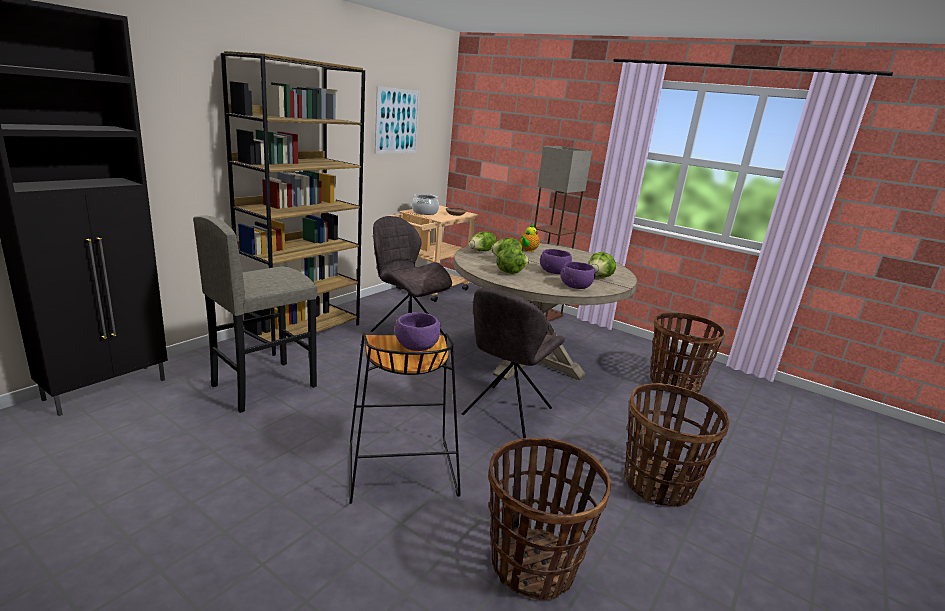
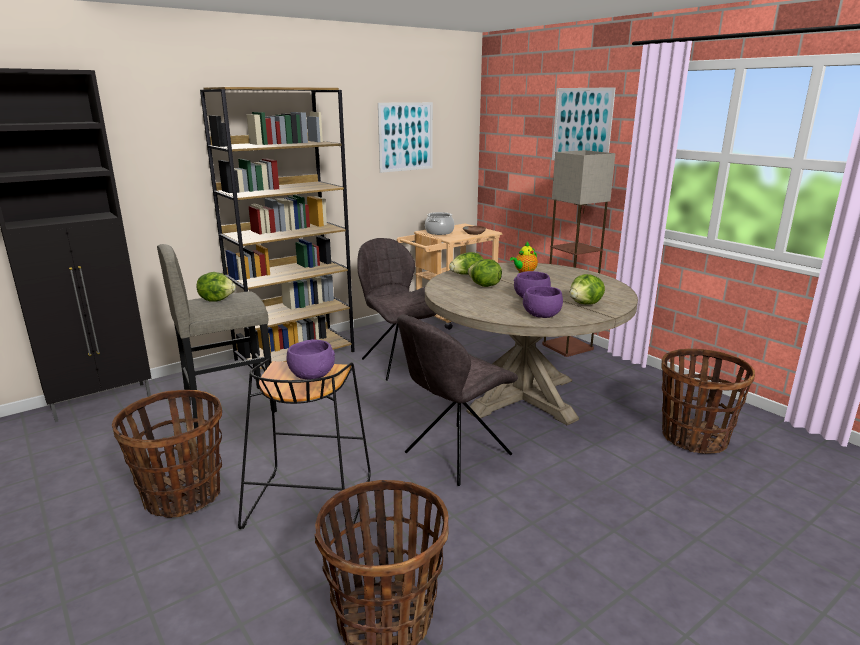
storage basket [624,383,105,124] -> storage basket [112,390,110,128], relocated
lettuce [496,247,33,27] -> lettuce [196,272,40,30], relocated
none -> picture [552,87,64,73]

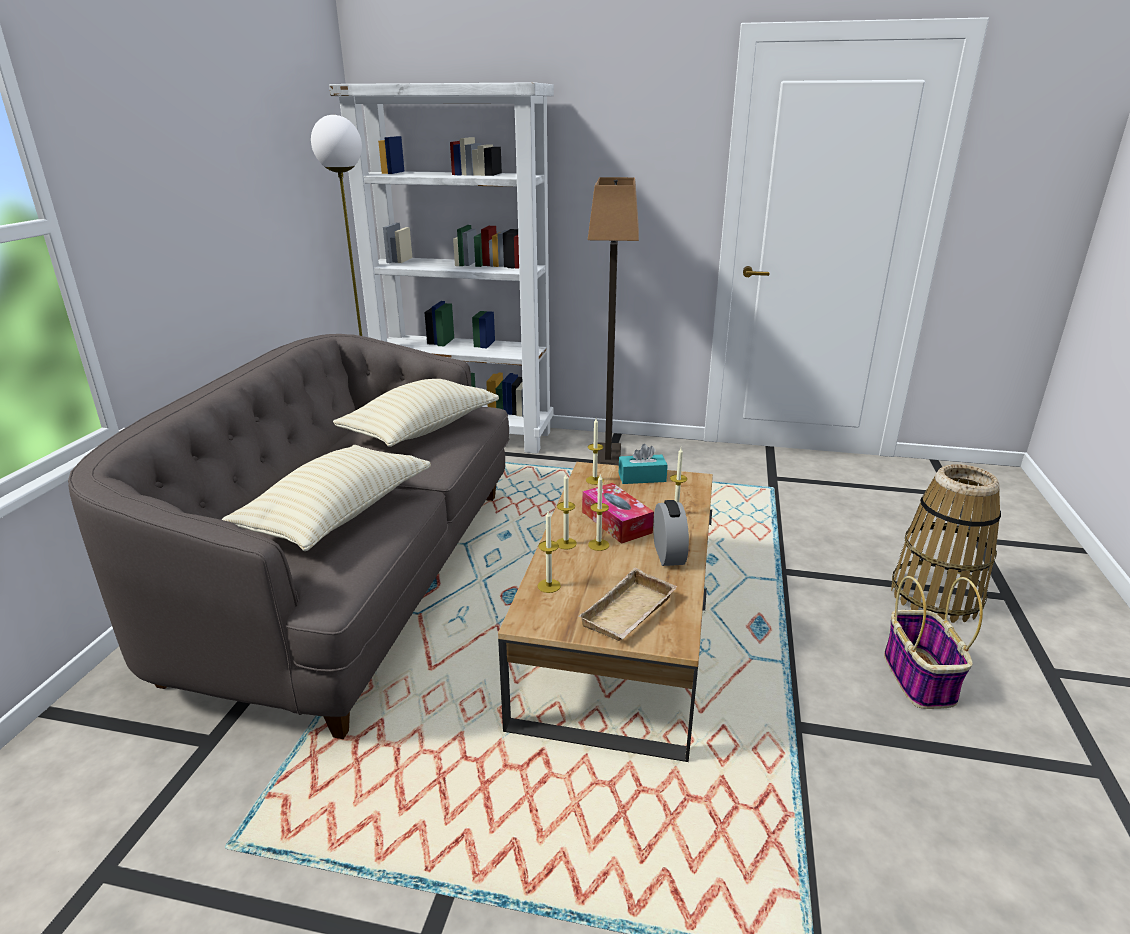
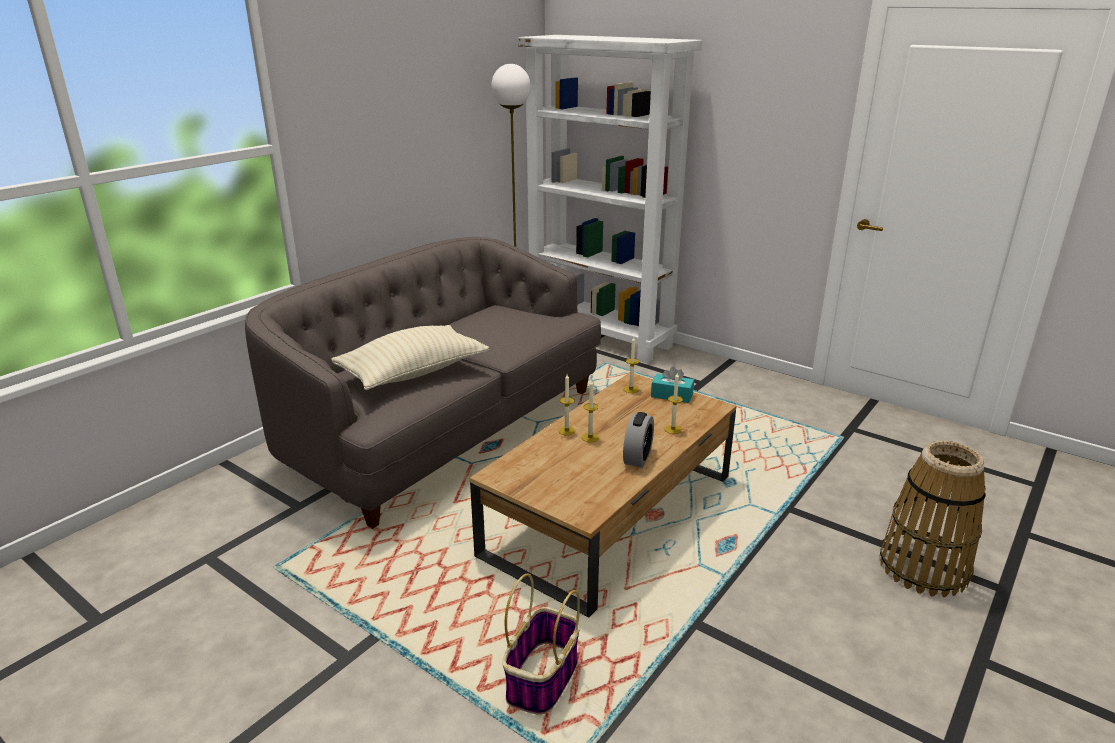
storage basket [884,576,99,133] -> storage basket [502,573,78,142], relocated
beige throw pillow [333,379,166,68] -> none
candle [538,511,23,82] -> none
beige serving tray [578,568,100,73] -> none
tissue holder [582,483,72,61] -> none
standard lamp [588,177,51,289] -> none

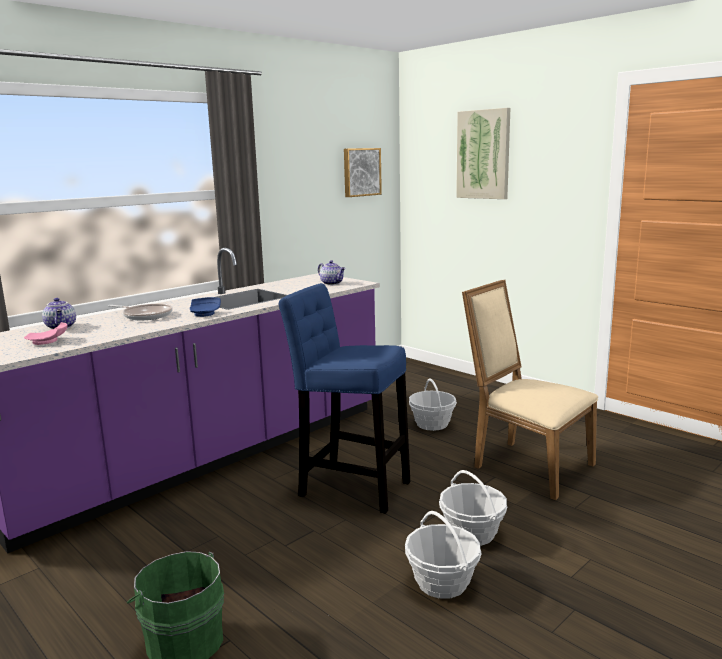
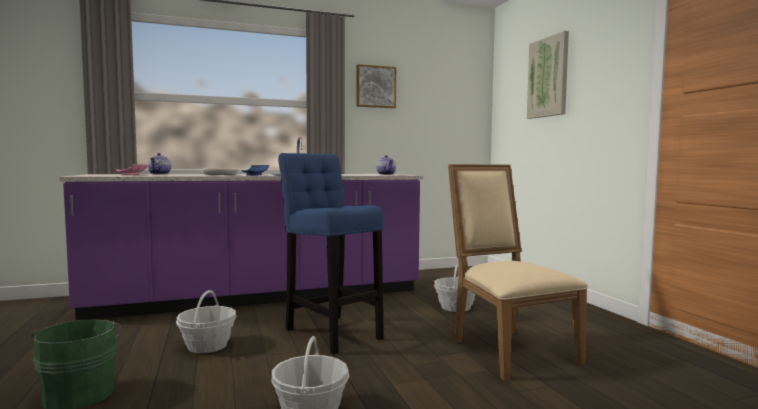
storage basket [439,470,68,76] -> storage basket [176,290,60,63], relocated
picture [344,148,38,49] -> picture [356,64,40,44], relocated

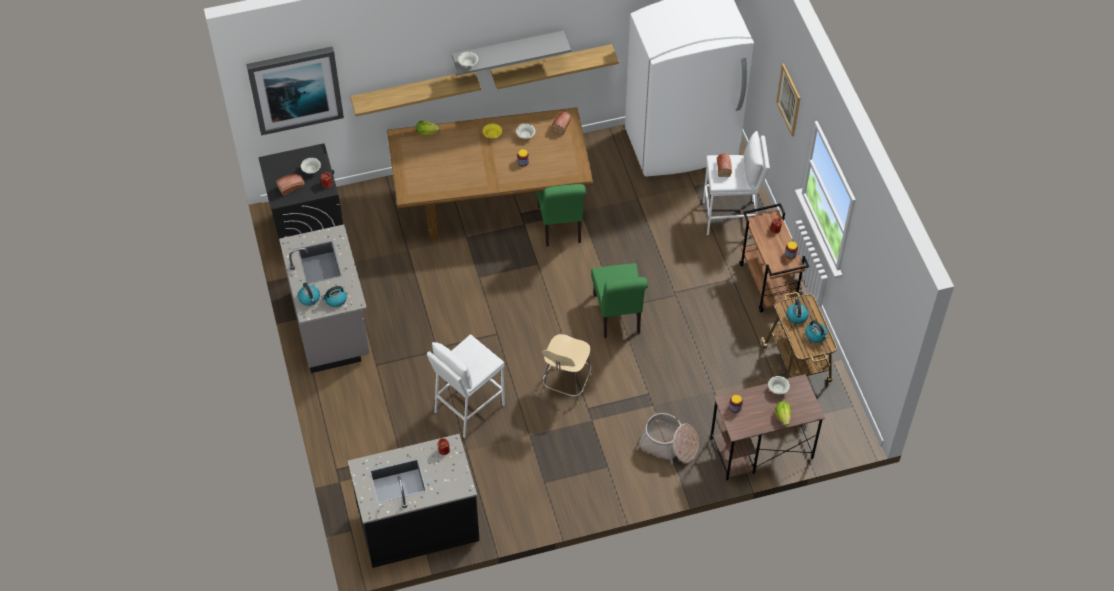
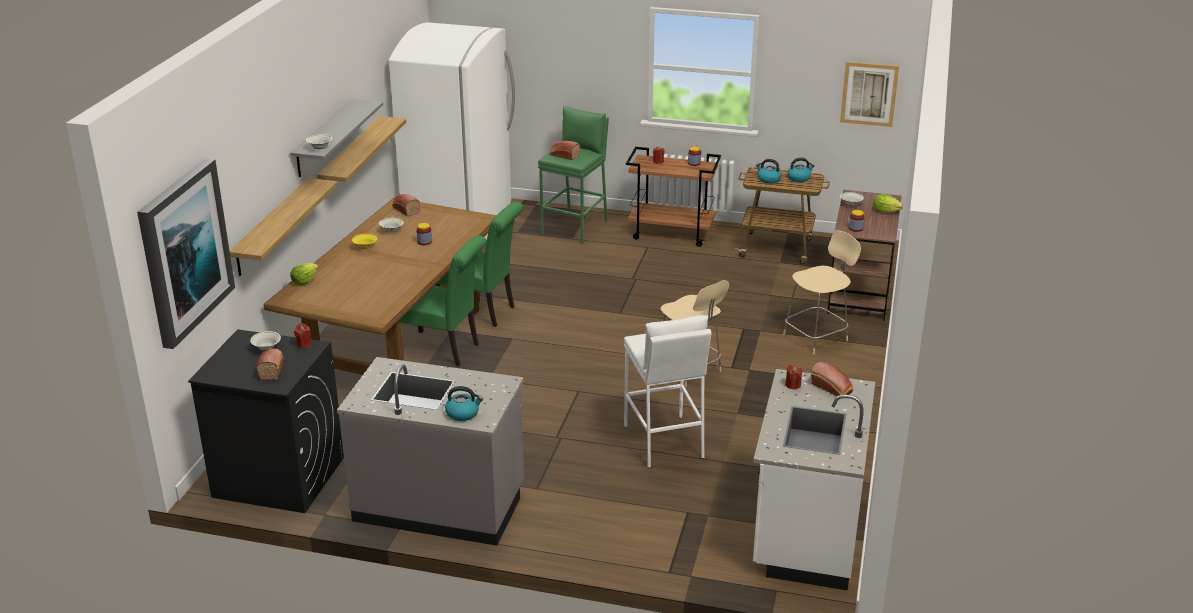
green-coloured upright chair [591,263,57,75] -> green-coloured upright chair [401,235,86,131], relocated
white-coloured stool [703,131,67,104] -> green-coloured stool [538,105,71,139]
black-coloured kitchen base unit [348,434,131,134] -> white-coloured kitchen base unit [753,369,122,222]
storage basket [636,413,63,52] -> beige upright chair [783,230,78,124]
none -> bakery bread [811,362,42,34]
picture [776,64,24,73] -> picture [840,62,59,65], relocated
tea kettle [321,286,26,21] -> none

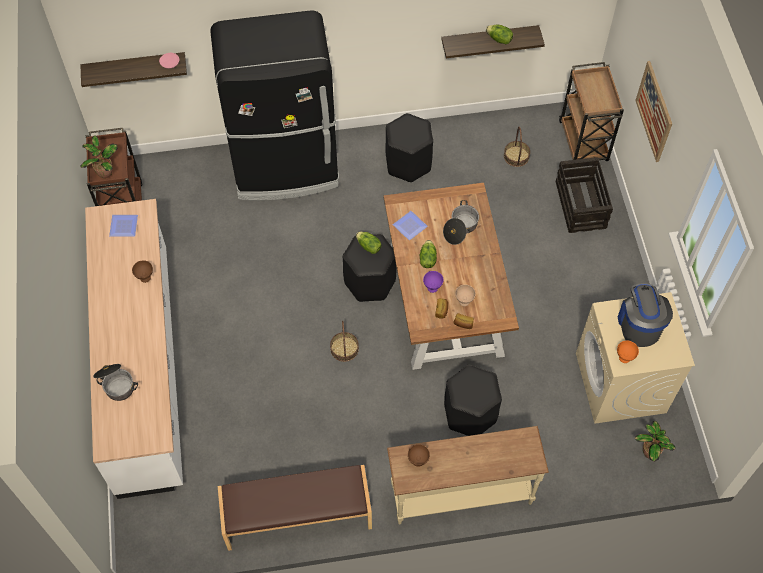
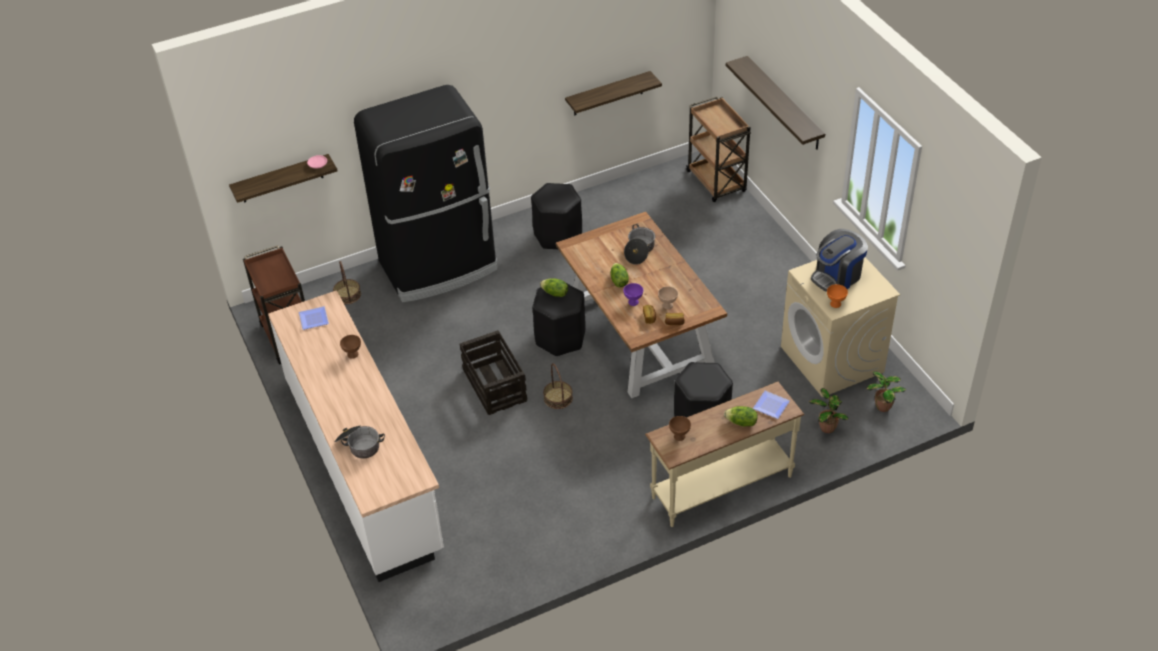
storage basket [504,127,26,40] -> storage basket [333,261,28,43], relocated
shipping crate [556,157,57,76] -> shipping crate [460,330,67,85], relocated
lettuce [486,25,27,19] -> lettuce [724,406,33,20], relocated
picture [635,61,37,101] -> bracket shelf [726,56,99,94]
plate [393,211,35,29] -> plate [753,391,37,28], relocated
houseplant [81,135,37,43] -> houseplant [809,388,40,45], relocated
coffee maker [618,283,55,64] -> coffee maker [811,229,57,63], 105 degrees counterclockwise
brown-coloured long seat [218,465,154,86] -> none

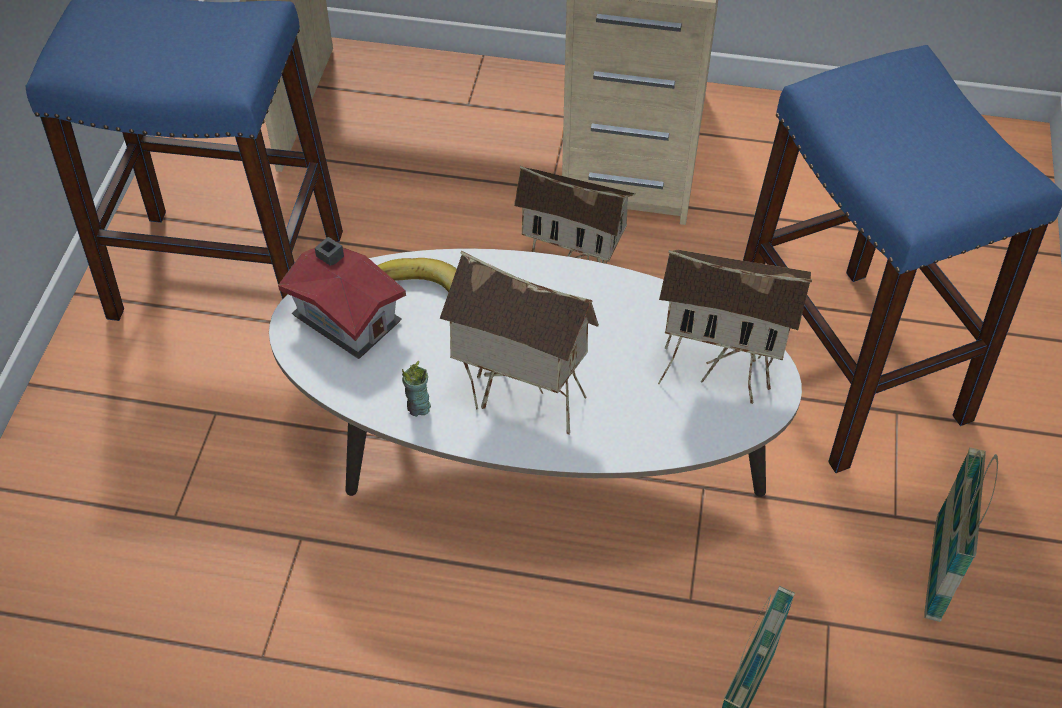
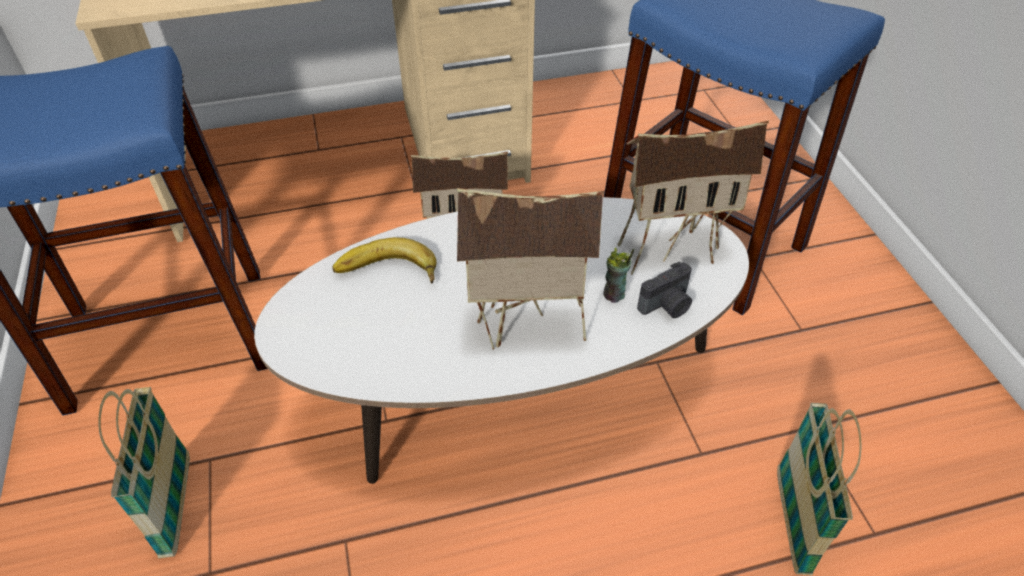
storage basket [924,447,74,175] -> storage basket [98,387,91,172], relocated
drinking cup [402,361,29,56] -> drinking cup [603,247,31,56], relocated
none -> still camera [637,262,55,56]
toy house [278,237,128,122] -> none

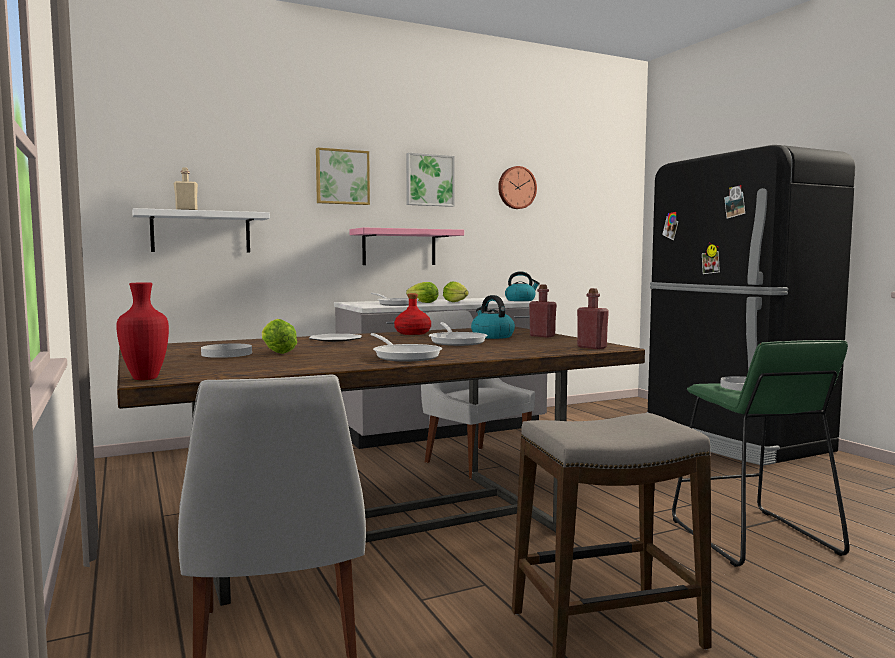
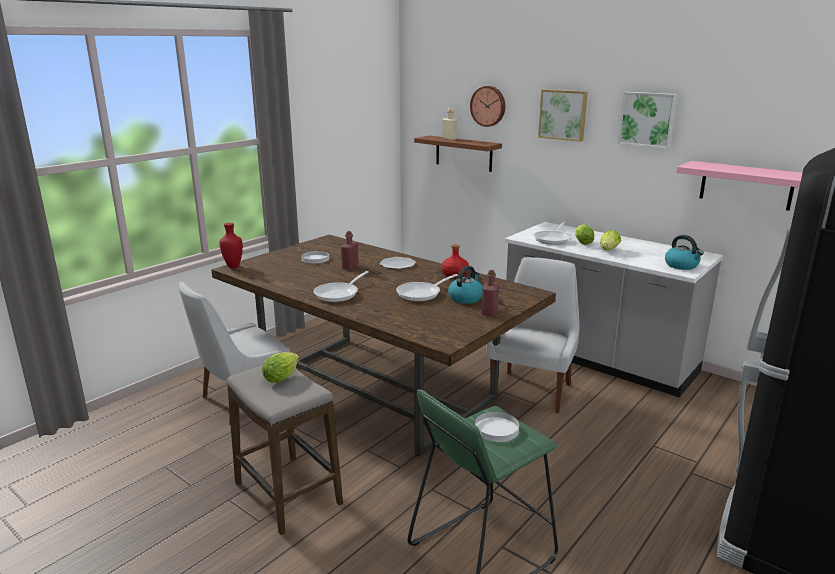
lettuce [262,319,35,35] -> lettuce [262,352,37,31], relocated
reddish bottle [577,288,32,61] -> reddish bottle [341,231,18,39], relocated
white-coloured bracket shelf [132,208,138,44] -> brown-coloured bracket shelf [414,136,88,36]
wall clock [498,166,39,43] -> wall clock [470,86,35,41], relocated
pink-coloured bracket shelf [349,227,115,38] -> pink-coloured bracket shelf [676,161,126,50], relocated

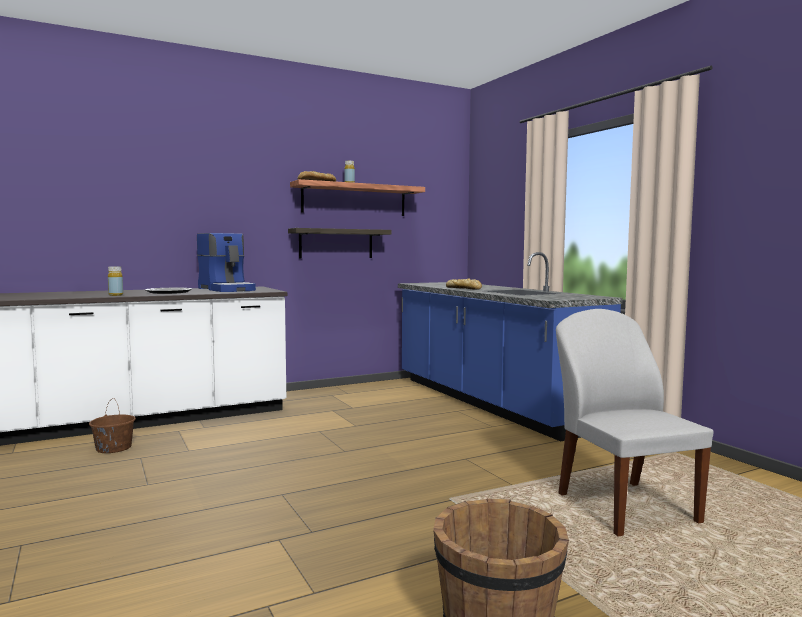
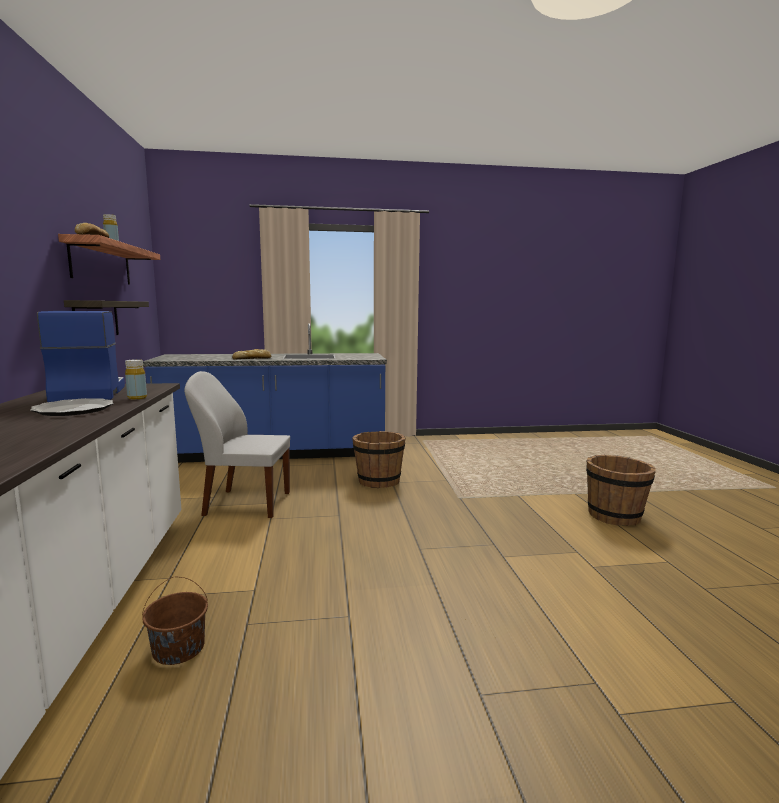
coffee maker [197,233,59,59] -> coffee maker [37,311,88,91], 90 degrees counterclockwise
yellow-coloured bottle [108,266,15,30] -> yellow-coloured bottle [125,359,22,40], relocated
white-coloured upright chair [556,309,158,227] -> white-coloured upright chair [184,371,106,147], relocated
none -> brown-coloured bucket [352,431,54,57]

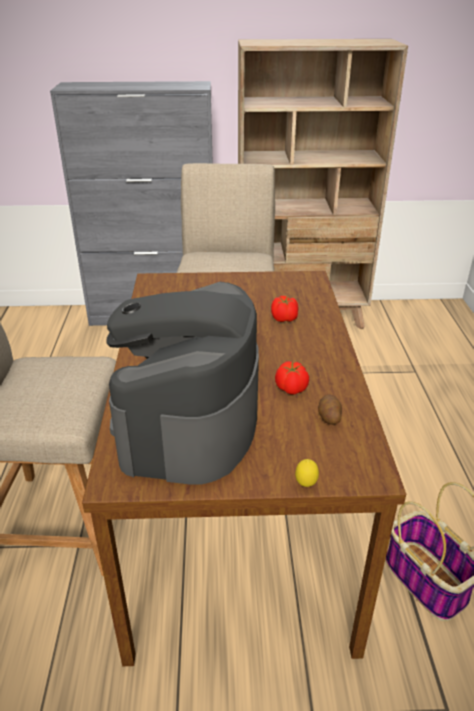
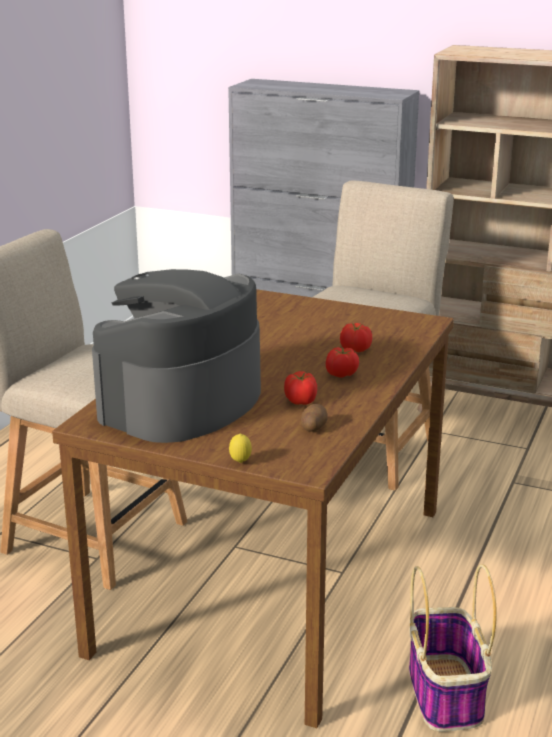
none -> tomato [326,347,33,31]

